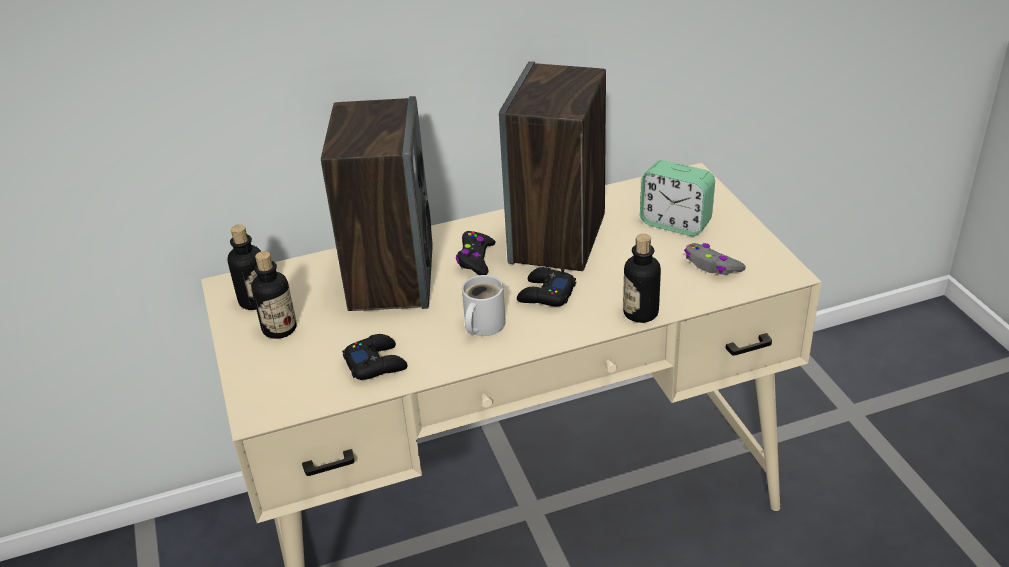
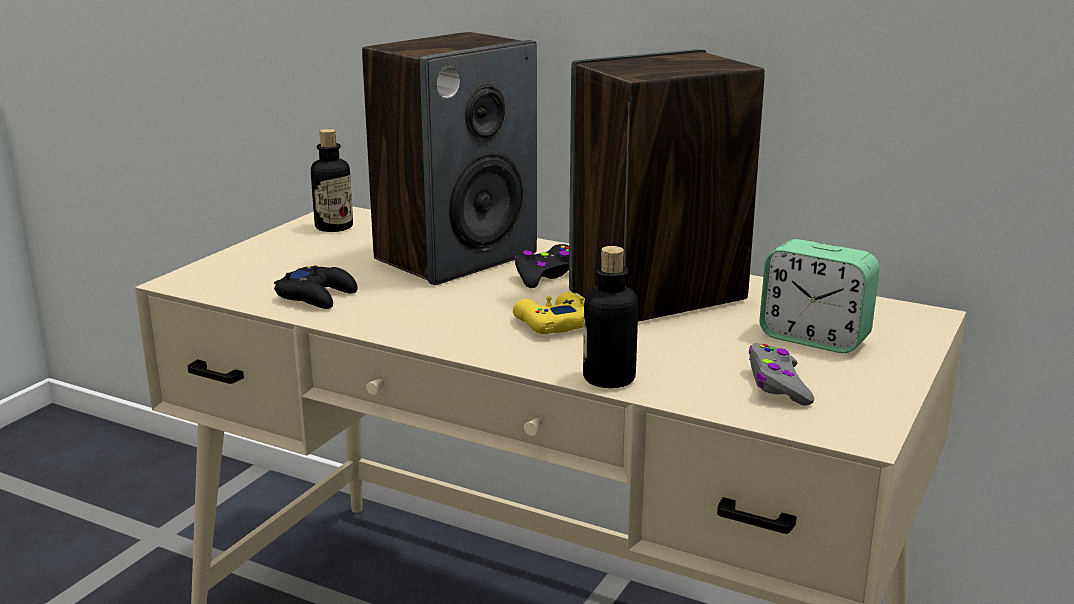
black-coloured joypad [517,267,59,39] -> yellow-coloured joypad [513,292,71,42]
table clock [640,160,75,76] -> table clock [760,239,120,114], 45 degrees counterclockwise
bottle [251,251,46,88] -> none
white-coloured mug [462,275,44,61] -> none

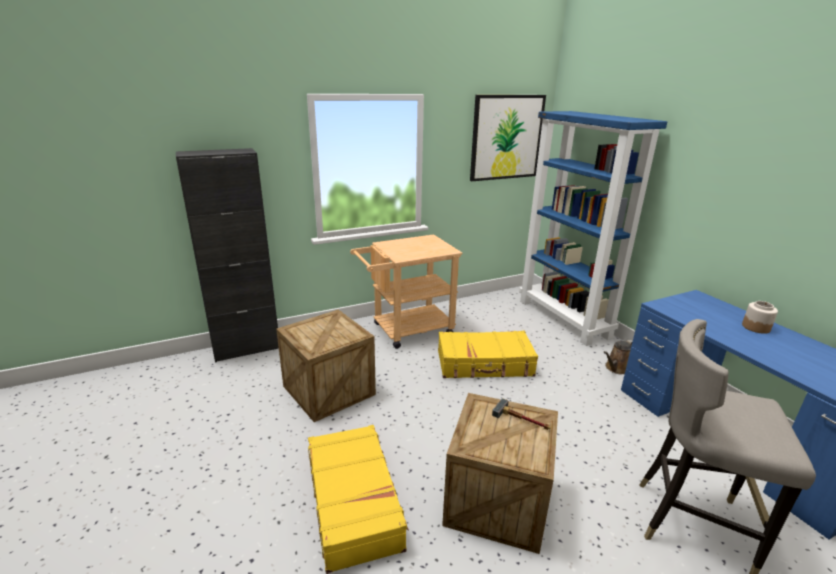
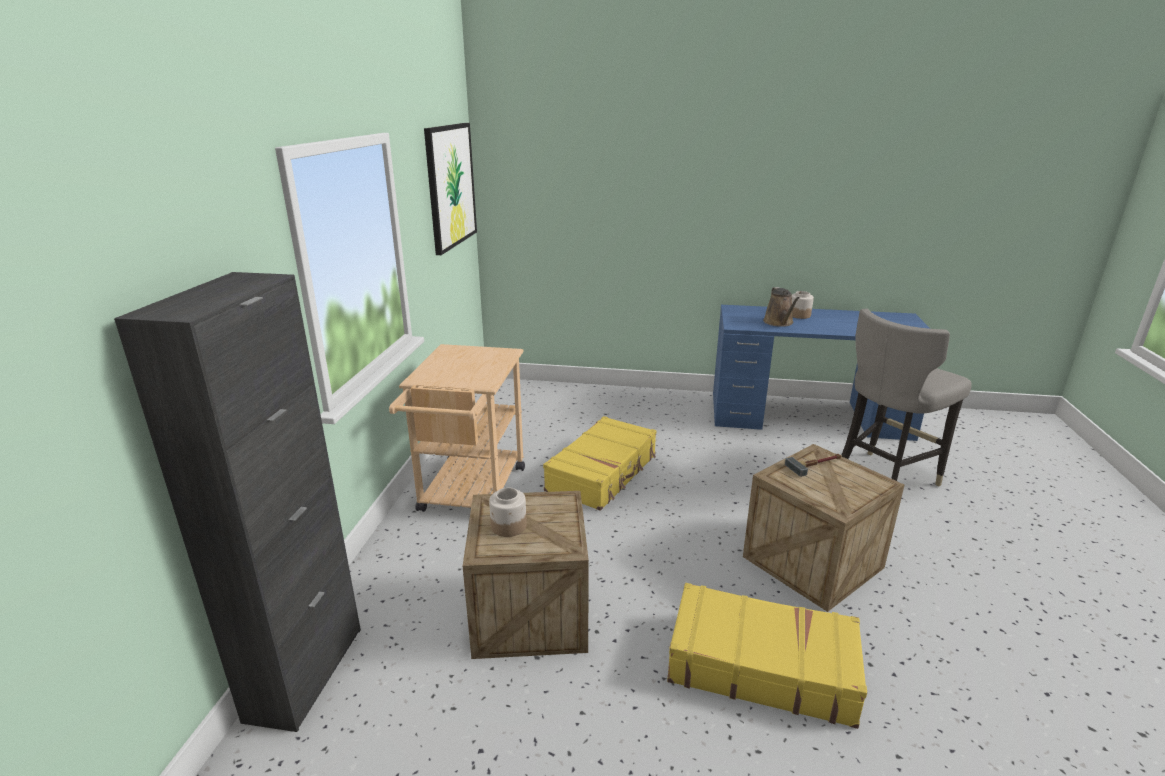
none -> storage jar [489,488,38,49]
brown-coloured sprinkling can [604,340,29,34] -> brown-coloured sprinkling can [763,287,36,40], relocated
blue-coloured bookcase [519,111,148,235] -> none

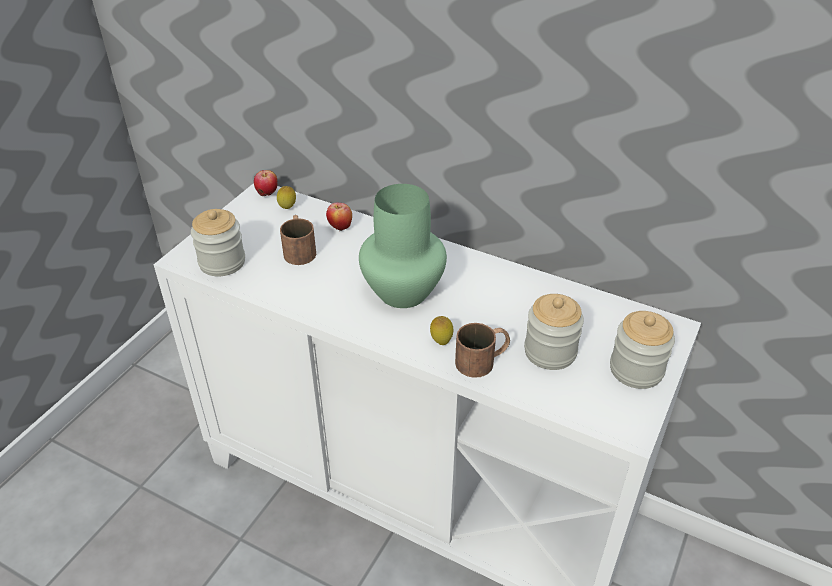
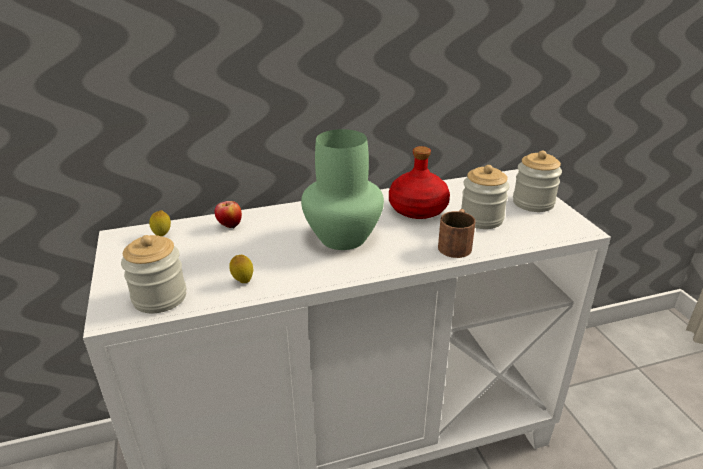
citrus fruit [430,316,23,29] -> citrus fruit [229,255,24,28], relocated
none -> reddish bottle [389,146,61,73]
whole apple [254,170,23,26] -> none
brown-coloured mug [280,215,36,50] -> none

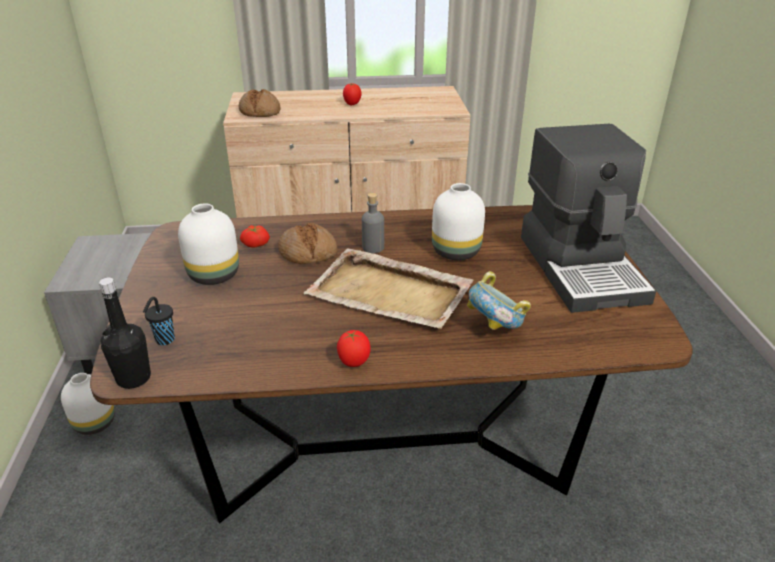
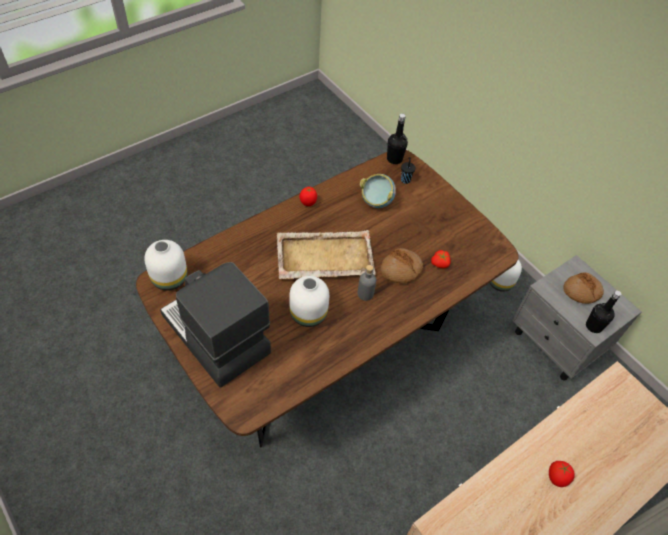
white-coloured decorative vase [178,203,61,82] -> white-coloured decorative vase [144,240,43,51], relocated
bowl [467,271,64,59] -> bowl [360,174,36,34], relocated
bakery bread [239,89,42,28] -> bakery bread [564,272,40,32], relocated
none -> black-coloured bottle [586,290,35,43]

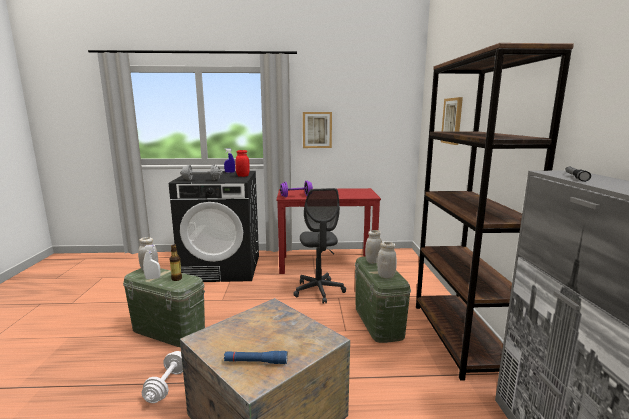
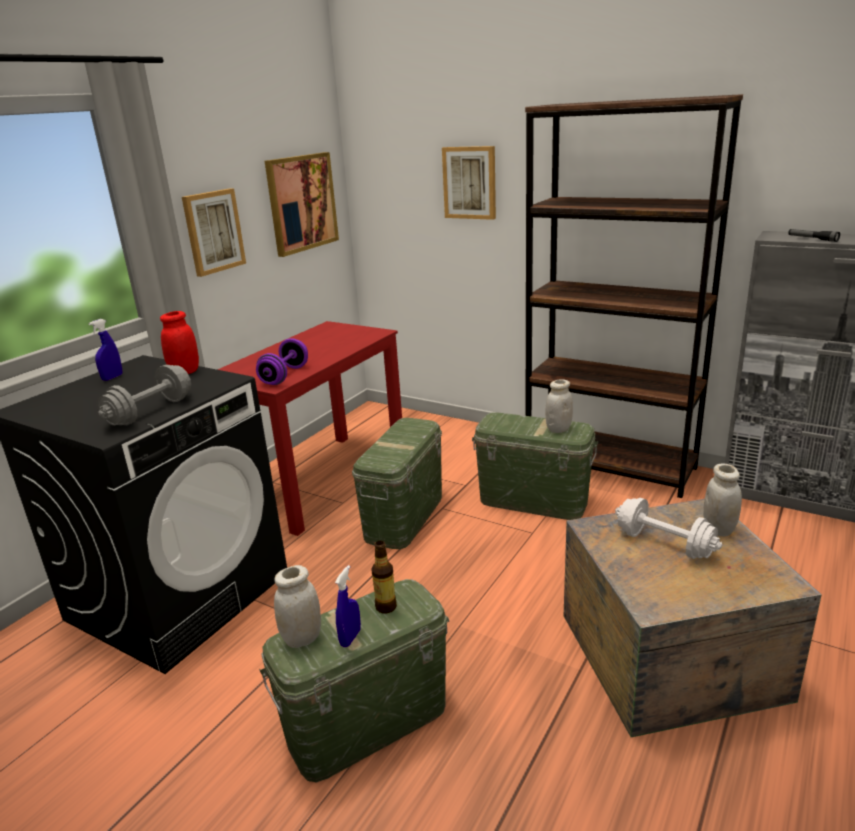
none -> picture [265,152,74,105]
white-coloured sprayer [143,245,18,34] -> blue-coloured sprayer [335,565,26,82]
greyish computer chair [294,188,52,116] -> green-coloured storage bin [352,418,90,131]
white-coloured dumbbell [142,351,41,52] -> white-coloured dumbbell [615,498,107,61], relocated
white-coloured storage jar [365,230,17,34] -> white-coloured storage jar [703,464,39,72], relocated
blue-coloured flashlight [224,351,64,13] -> none

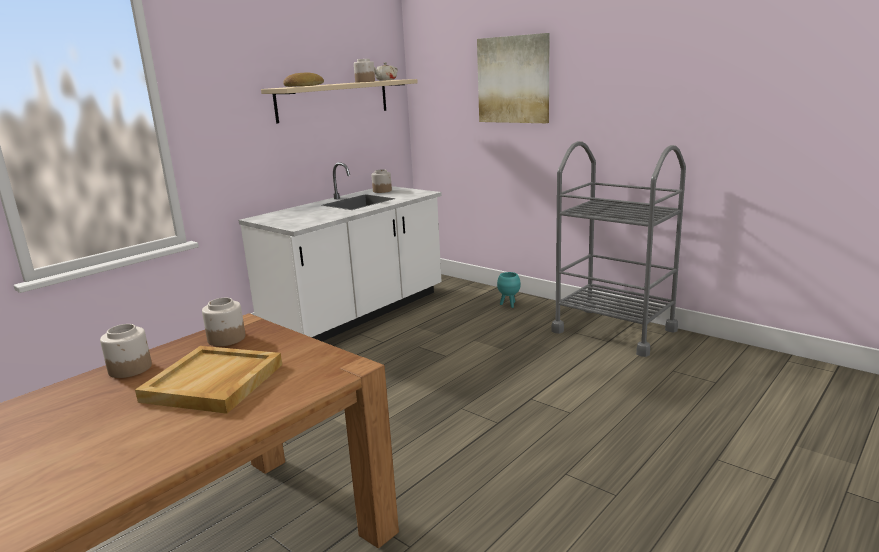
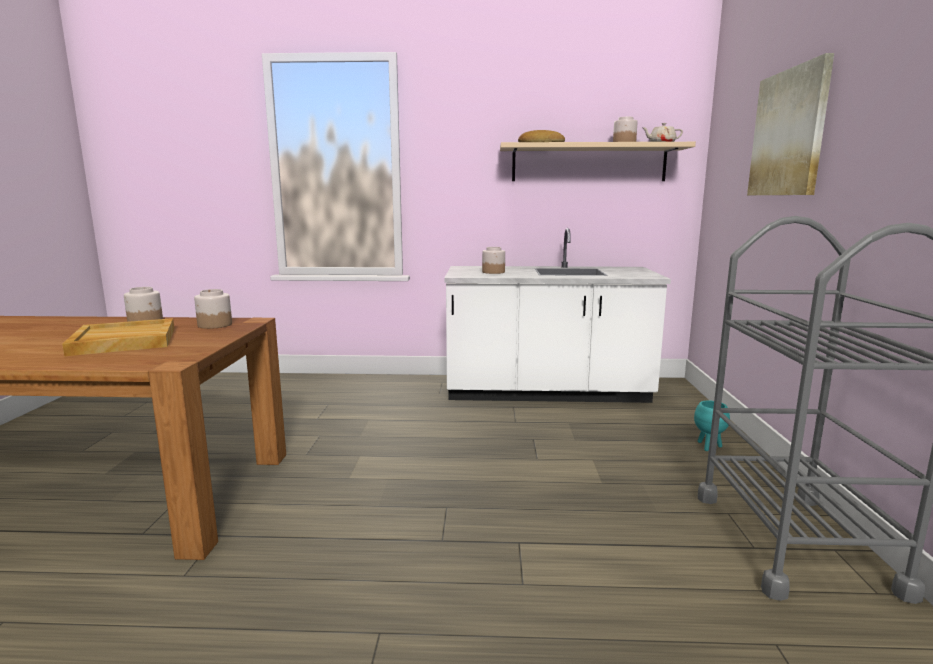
storage jar [372,170,20,23] -> storage jar [482,247,23,27], relocated

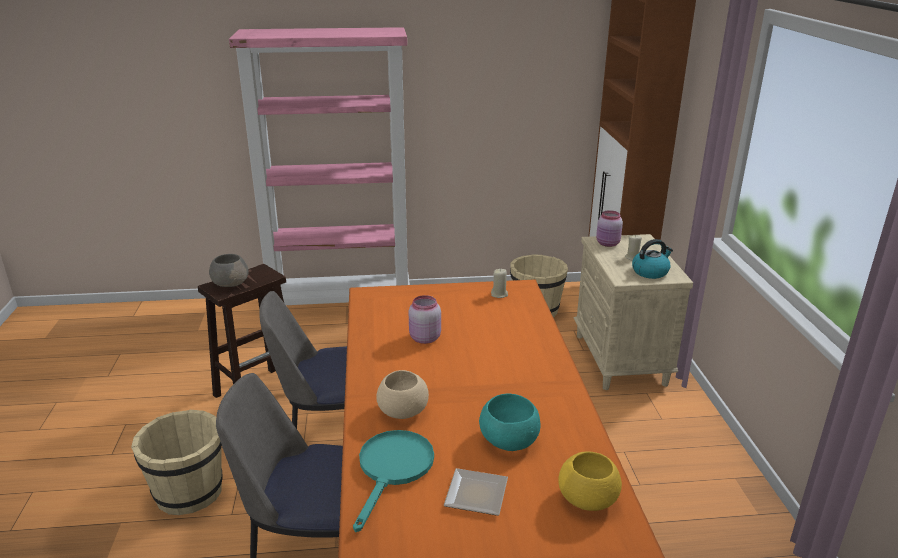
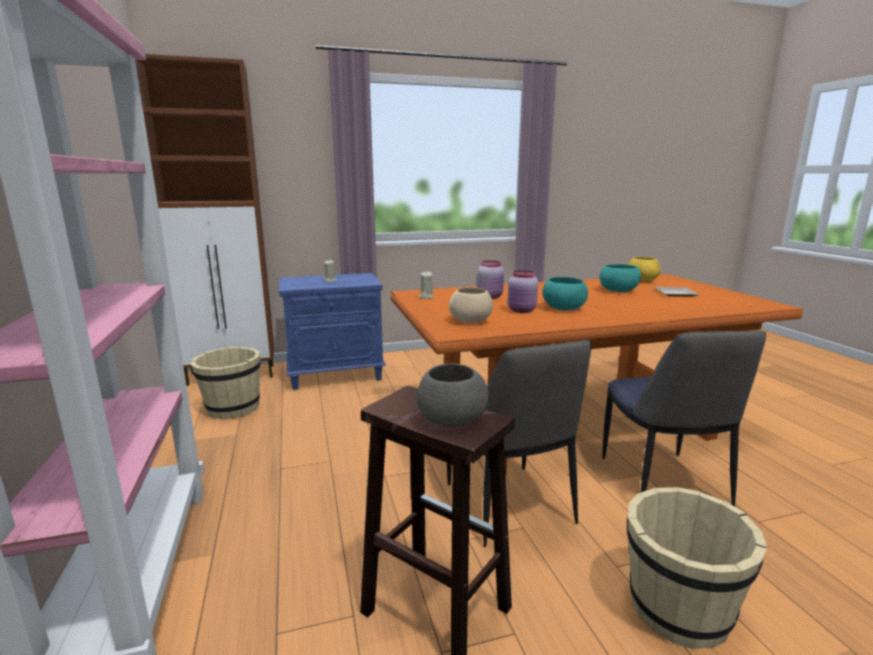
beige bedside table [573,234,120,156] -> blue-coloured bedside table [279,273,107,117]
beige bowl [376,370,53,49] -> beige bowl [449,287,44,36], relocated
pink-coloured storage jar [596,210,27,37] -> pink-coloured storage jar [477,260,27,39], relocated
none -> turquoise-coloured bowl [542,277,46,33]
turquoise-coloured skillet [353,430,81,102] -> none
tea kettle [632,239,41,40] -> none

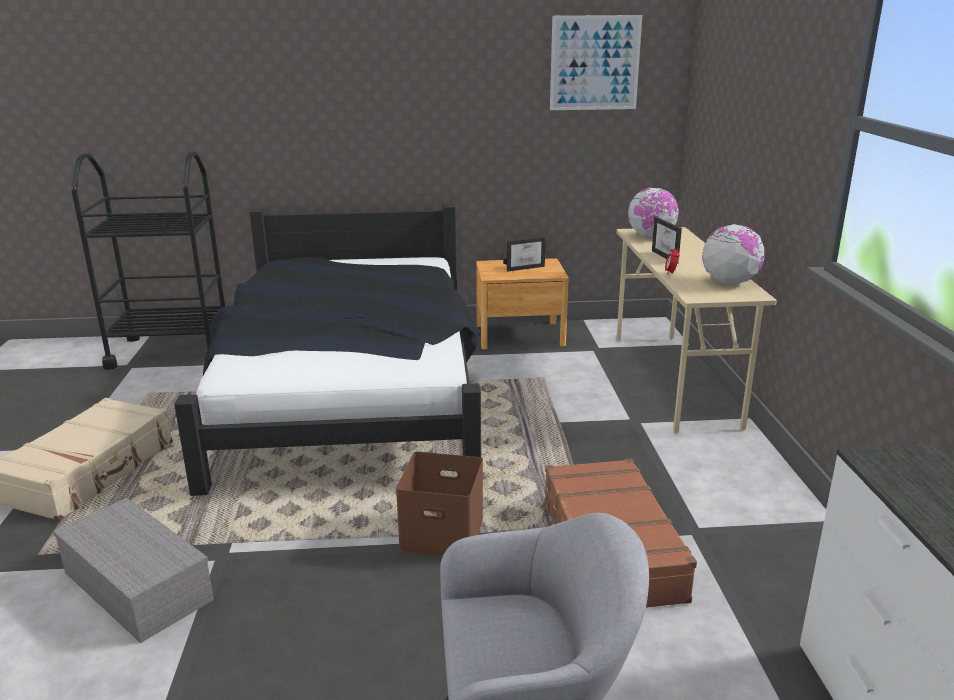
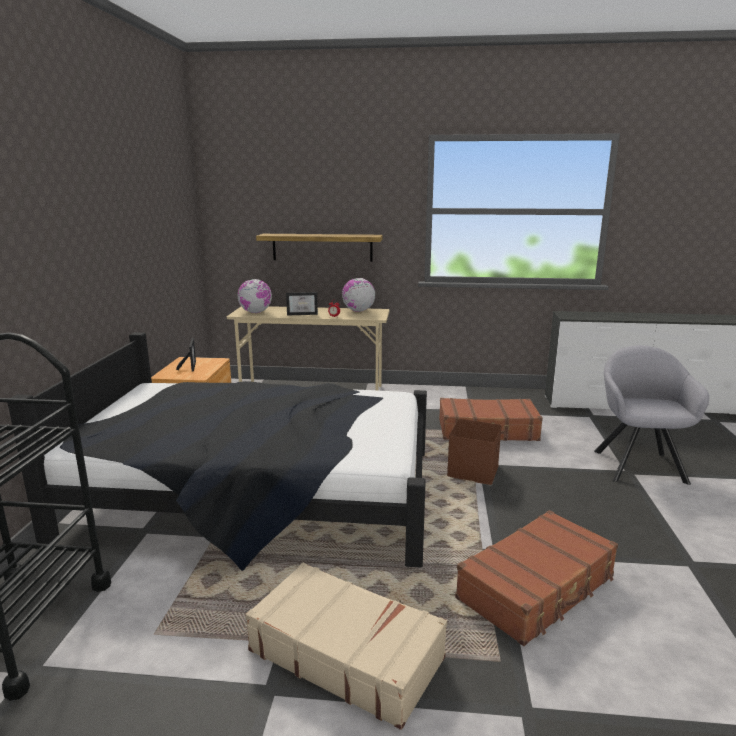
none -> bracket shelf [256,234,127,28]
greyish storage bin [53,498,161,145] -> brown-coloured travel case [455,510,163,136]
picture [550,15,92,95] -> none

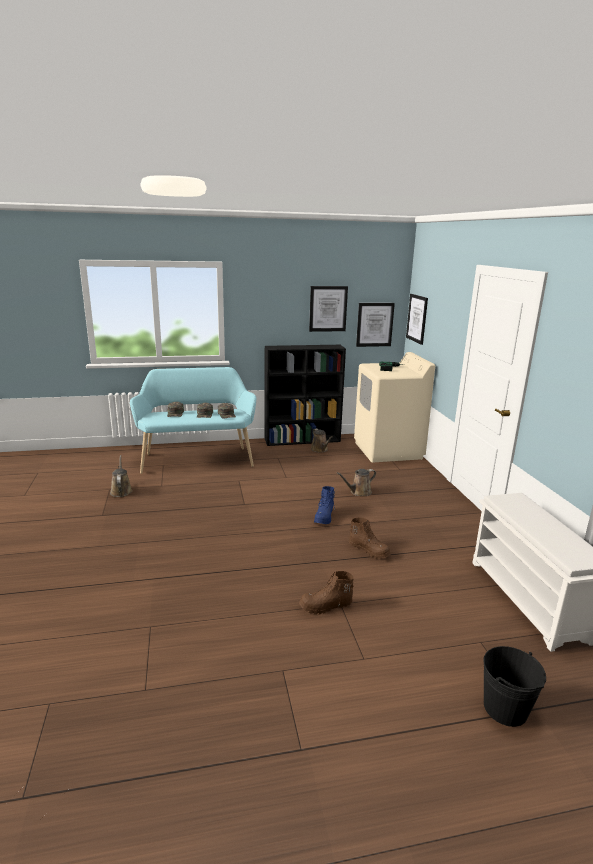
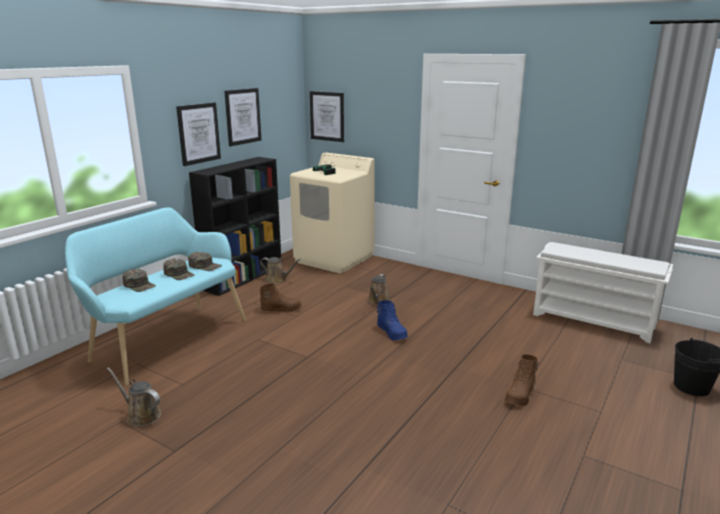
picture [356,303,39,44] -> picture [176,102,45,64], relocated
brown-coloured tall boot [349,517,42,42] -> brown-coloured tall boot [260,283,42,30], relocated

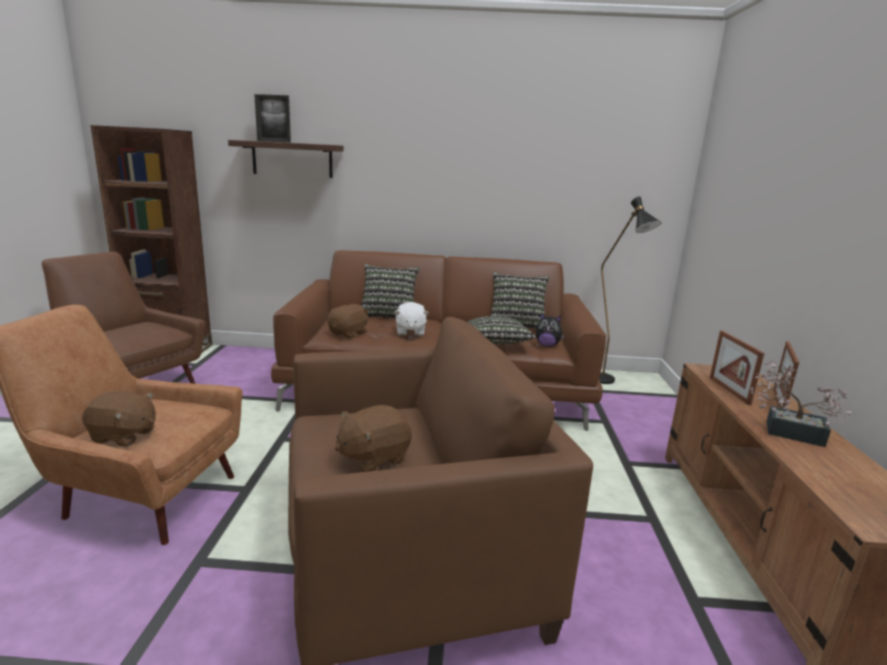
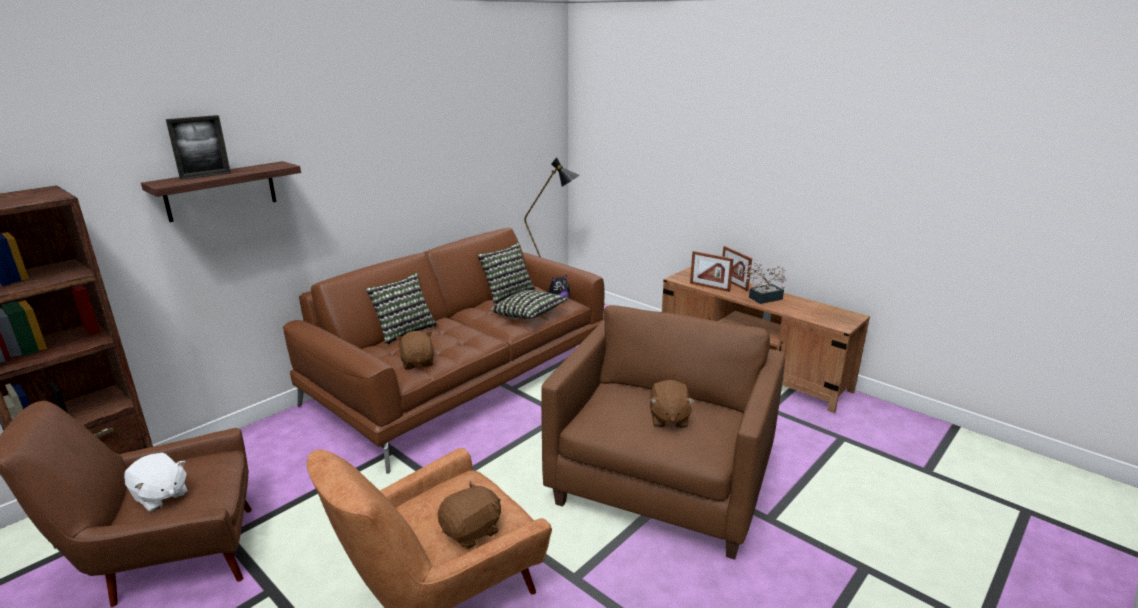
white-coloured plush toy [394,302,34,34] -> white-coloured plush toy [124,452,64,60], relocated

